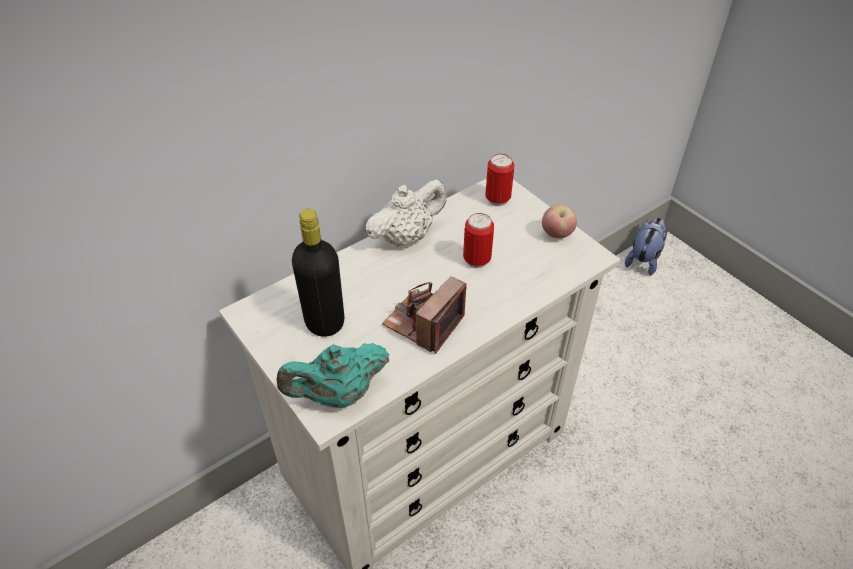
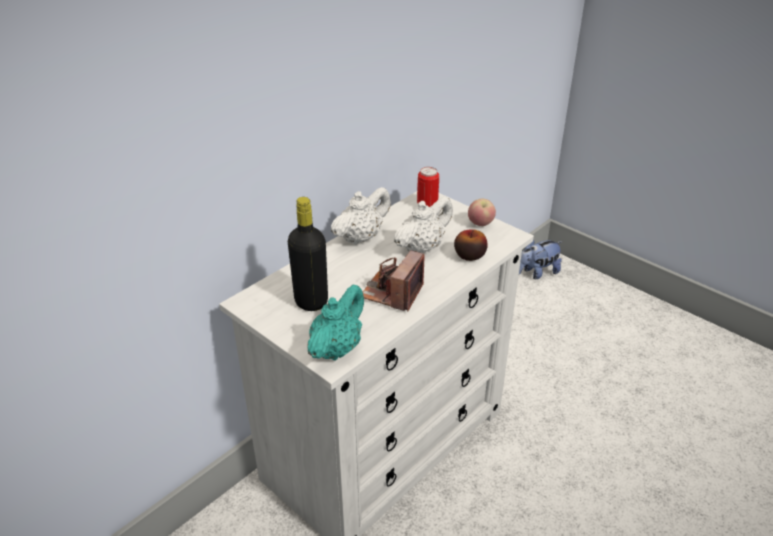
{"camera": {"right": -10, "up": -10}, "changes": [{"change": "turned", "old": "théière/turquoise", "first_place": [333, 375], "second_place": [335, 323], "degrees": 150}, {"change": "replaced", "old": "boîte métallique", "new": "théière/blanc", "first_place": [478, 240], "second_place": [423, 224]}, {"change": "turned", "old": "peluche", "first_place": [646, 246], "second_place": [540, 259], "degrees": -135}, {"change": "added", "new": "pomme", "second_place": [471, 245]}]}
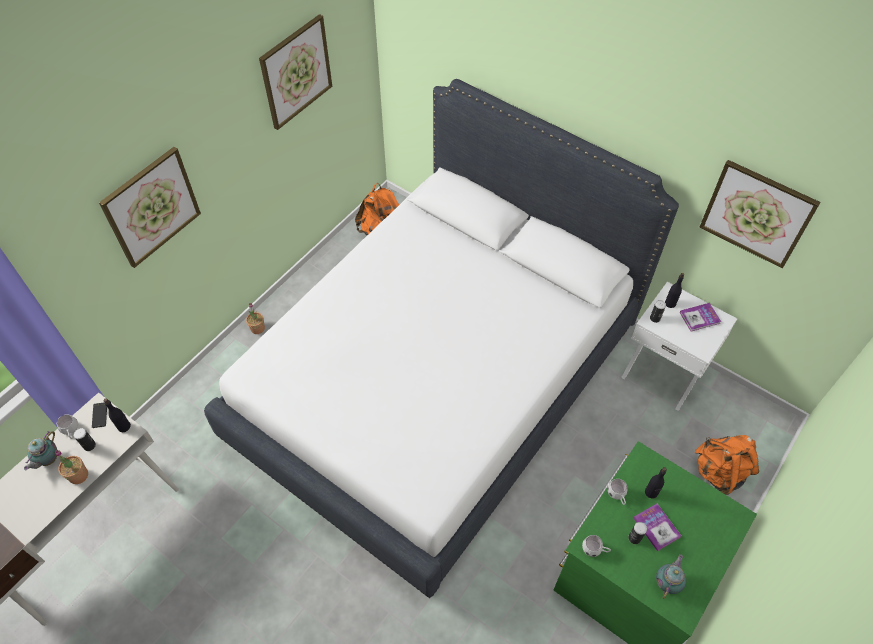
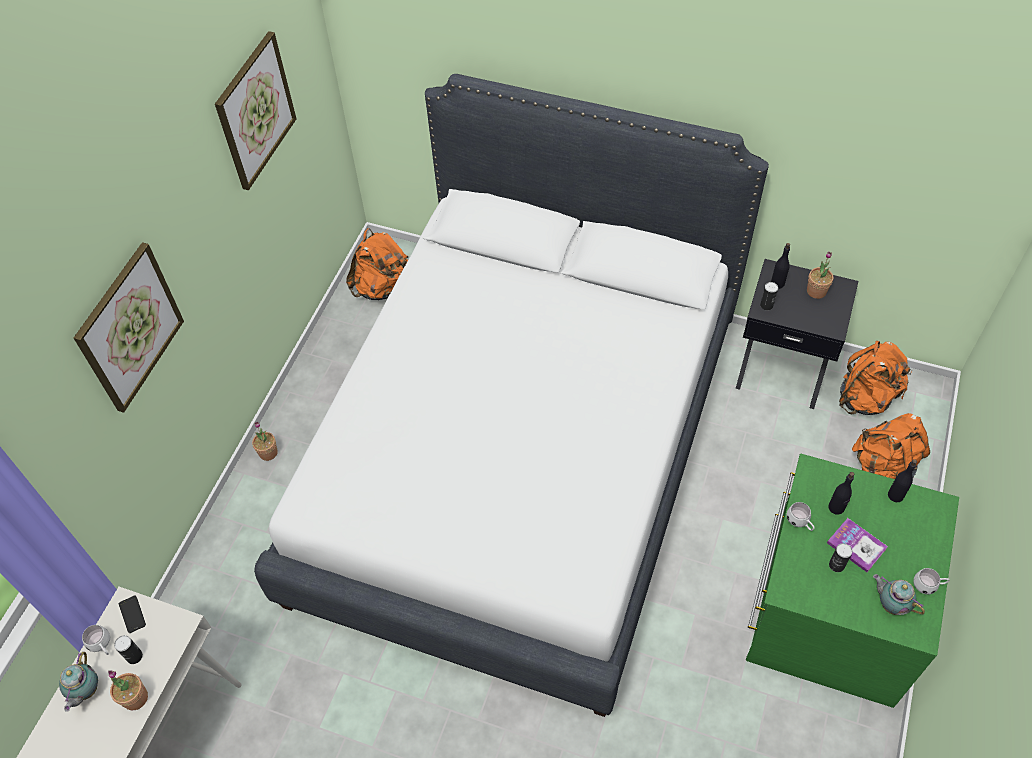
{"camera": {"right": -15, "up": 0}, "changes": [{"change": "moved", "old": "bouteille/noir", "first_place": [117, 415], "second_place": [902, 480]}, {"change": "moved", "old": "mug/blanc", "first_place": [596, 546], "second_place": [931, 581]}, {"change": "recoloured", "old": "table de chevet/blanc", "new": "table de chevet/noir", "first_place": [679, 346], "second_place": [797, 334]}, {"change": "turned", "old": "théière", "first_place": [671, 576], "second_place": [899, 594], "degrees": -60}, {"change": "replaced", "old": "livre", "new": "plante en pot", "first_place": [700, 317], "second_place": [820, 275]}, {"change": "removed", "old": "tableau", "first_place": [760, 214]}, {"change": "added", "new": "sac à dos/orange", "second_place": [876, 378]}]}
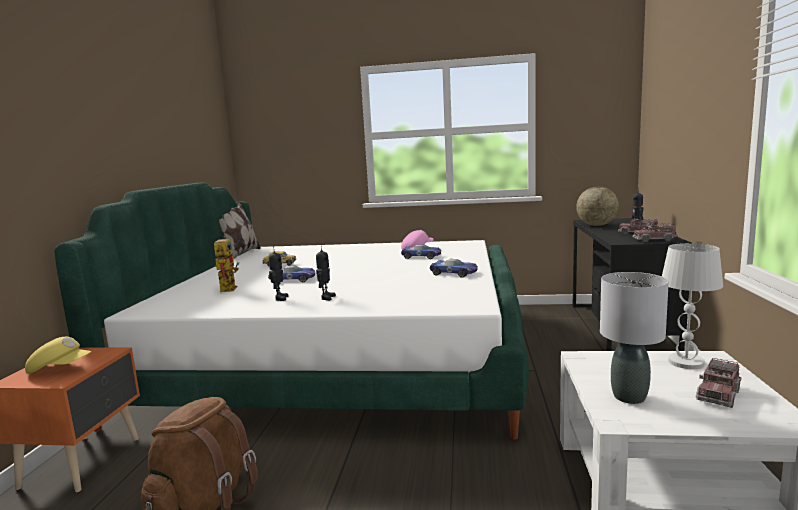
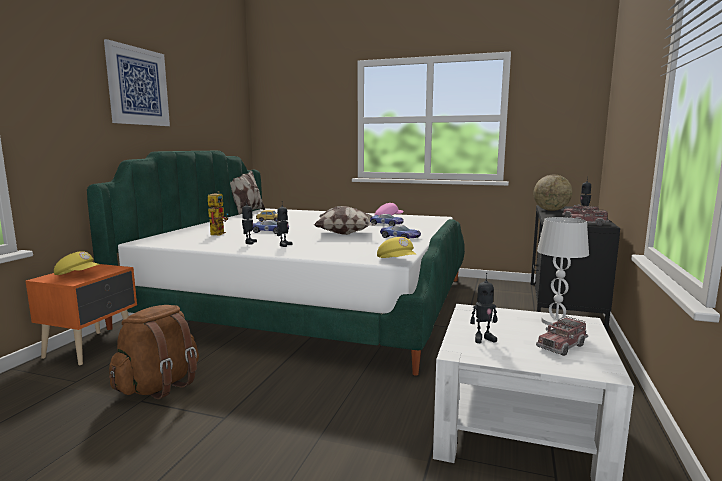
{"camera": {"right": 10, "up": 0}, "changes": [{"change": "replaced", "old": "lampe de table/gris", "new": "robot jouet", "first_place": [634, 338], "second_place": [483, 308]}, {"change": "added", "new": "tableau", "second_place": [137, 82]}, {"change": "added", "new": "coussin", "second_place": [345, 220]}, {"change": "added", "new": "casquette/jaune", "second_place": [397, 247]}]}
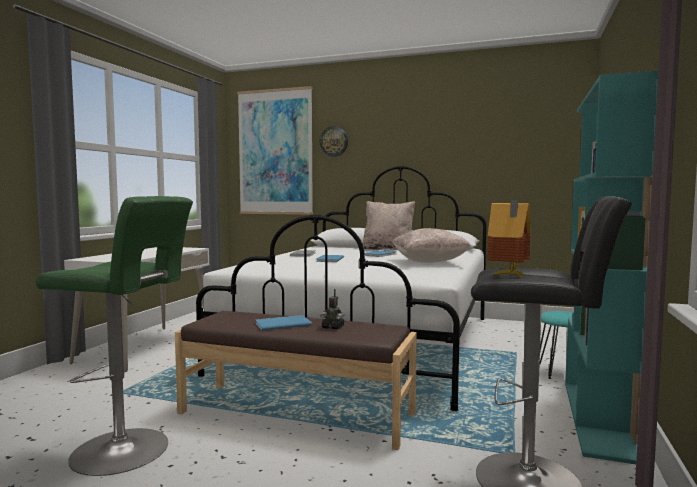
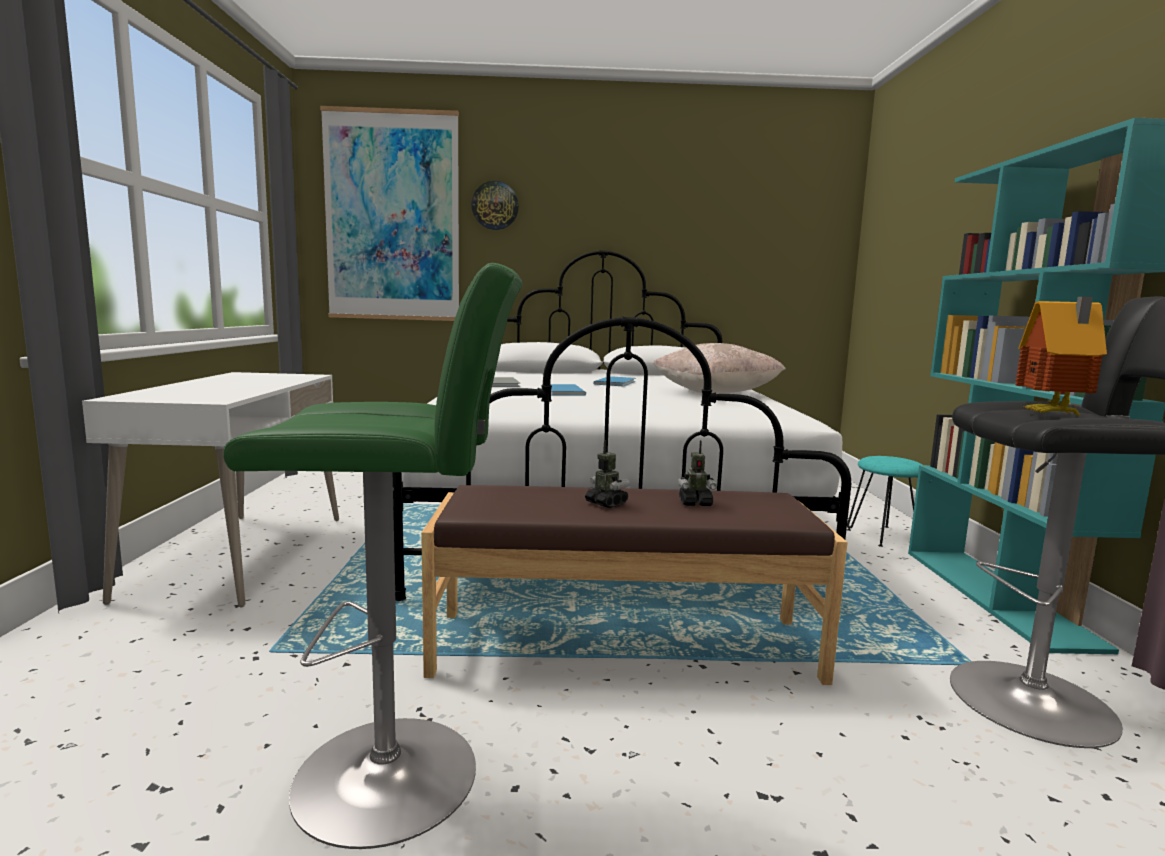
{"camera": {"right": -20, "up": 5}, "changes": [{"change": "replaced", "old": "livre/bleu", "new": "robot jouet", "first_place": [283, 323], "second_place": [607, 474]}, {"change": "removed", "old": "coussin/beige", "first_place": [388, 225]}]}
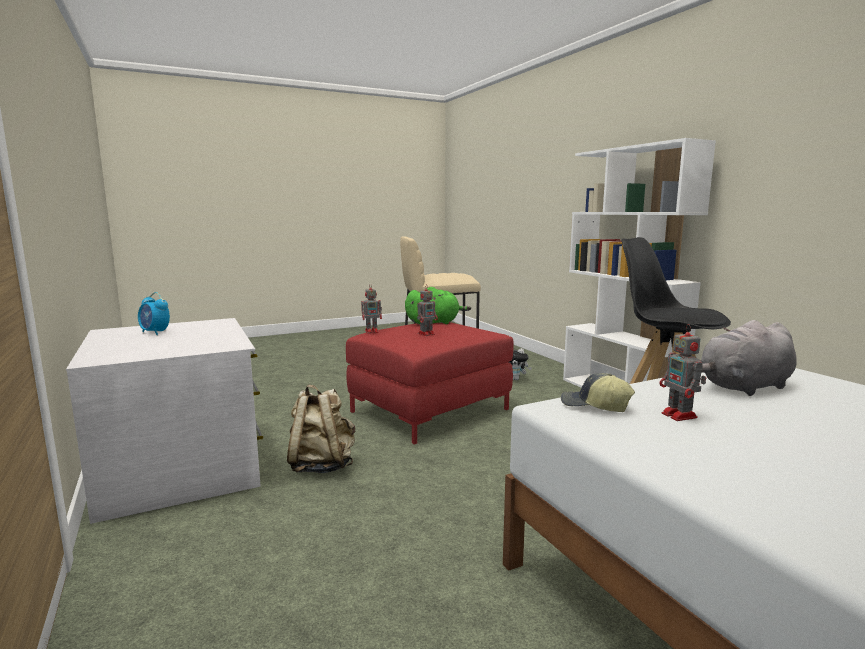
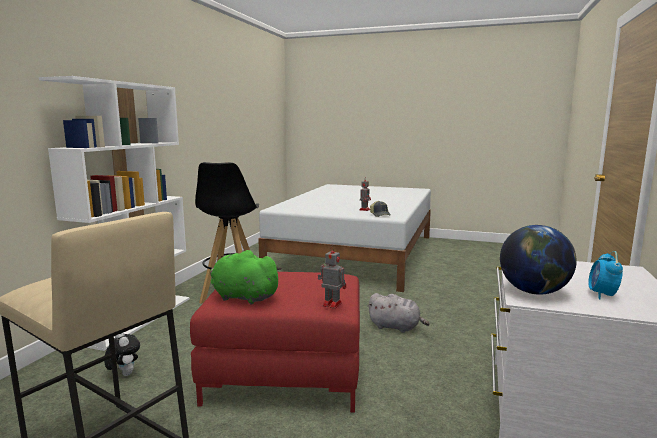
{"camera": {"right": -135, "up": 0}, "changes": [{"change": "turned", "old": "réveil", "first_place": [154, 313], "second_place": [605, 275], "degrees": -150}, {"change": "removed", "old": "sac à dos/beige", "first_place": [321, 428]}, {"change": "removed", "old": "robot jouet", "first_place": [427, 310]}, {"change": "moved", "old": "peluche/gris", "first_place": [749, 358], "second_place": [399, 313]}, {"change": "added", "new": "globe", "second_place": [538, 260]}]}
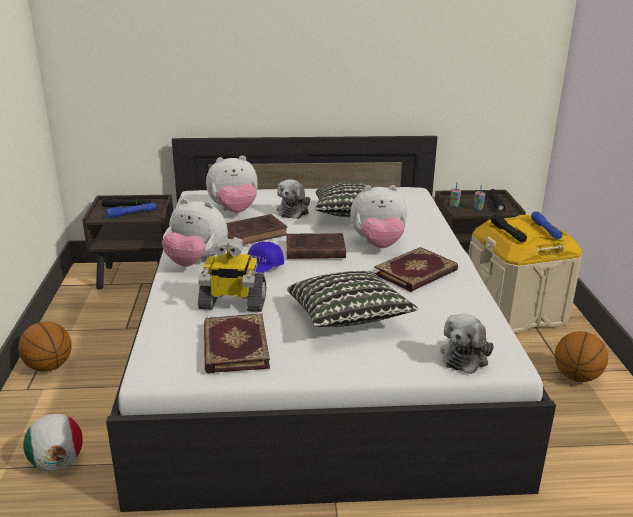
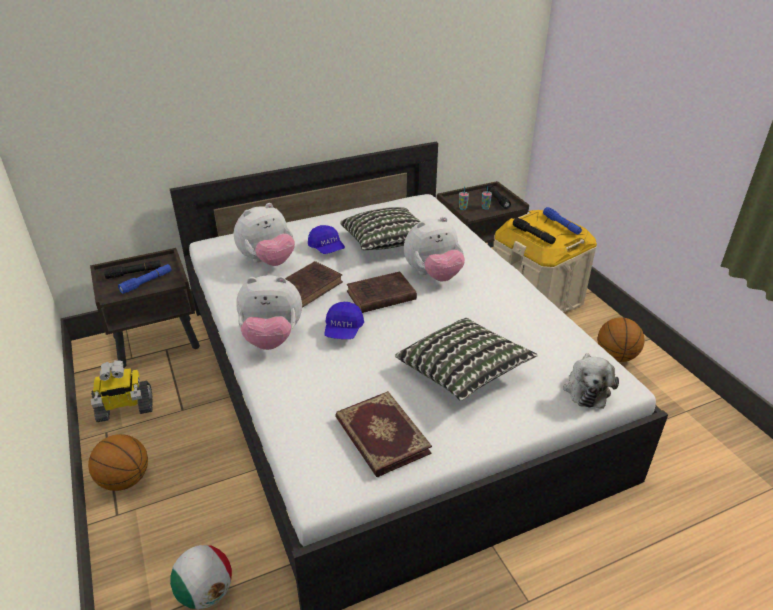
{"camera": {"right": -20, "up": 10}, "changes": [{"change": "moved", "old": "robot jouet", "first_place": [232, 274], "second_place": [121, 391]}, {"change": "replaced", "old": "peluche", "new": "casquette/bleu", "first_place": [293, 199], "second_place": [326, 239]}, {"change": "removed", "old": "livre", "first_place": [416, 269]}]}
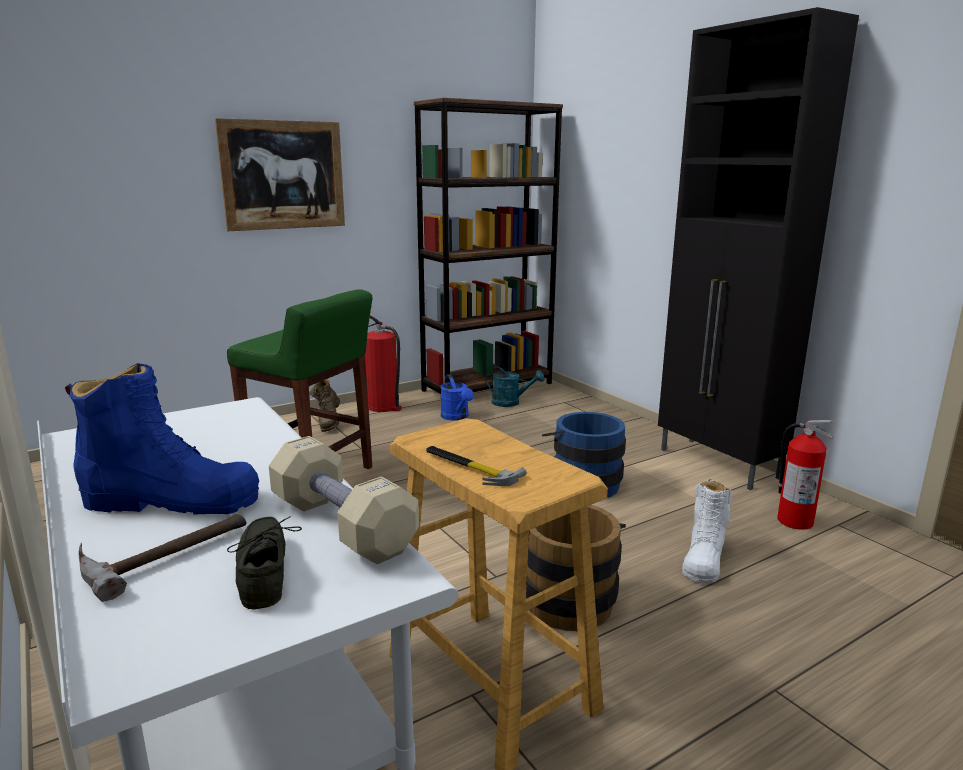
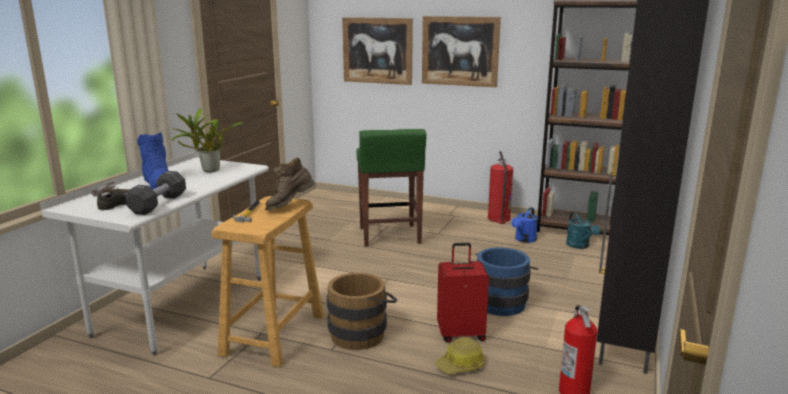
{"camera": {"right": 55, "up": 0}, "changes": [{"change": "recoloured", "old": "haltère/beige", "new": "haltère/noir", "first_place": [344, 500], "second_place": [155, 193]}, {"change": "moved", "old": "botte/marron", "first_place": [324, 405], "second_place": [290, 183]}, {"change": "replaced", "old": "botte/blanc", "new": "casque de chantier", "first_place": [707, 532], "second_place": [460, 355]}, {"change": "added", "new": "plante en pot", "second_place": [207, 140]}, {"change": "added", "new": "tableau", "second_place": [377, 51]}, {"change": "added", "new": "valise/rouge", "second_place": [463, 293]}]}
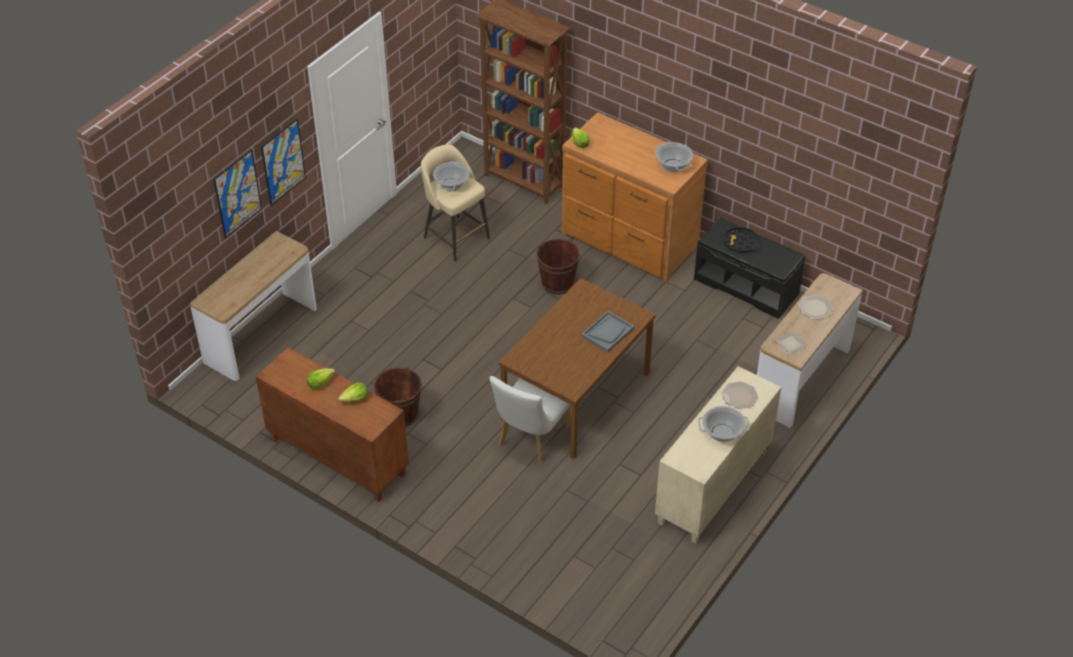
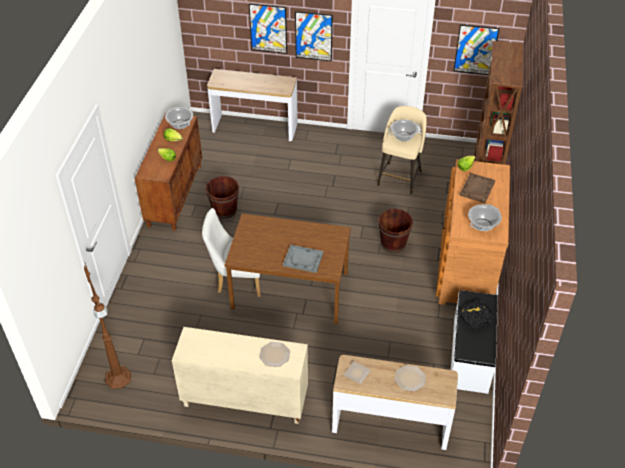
{"camera": {"right": 65, "up": 0}, "changes": [{"change": "recoloured", "old": "banc/noir", "new": "banc/blanc", "first_place": [750, 268], "second_place": [474, 342]}, {"change": "moved", "old": "marmite", "first_place": [724, 424], "second_place": [179, 118]}, {"change": "added", "new": "lampadaire/marron", "second_place": [107, 326]}, {"change": "added", "new": "tableau", "second_place": [476, 49]}, {"change": "added", "new": "plateau/marron", "second_place": [477, 188]}]}
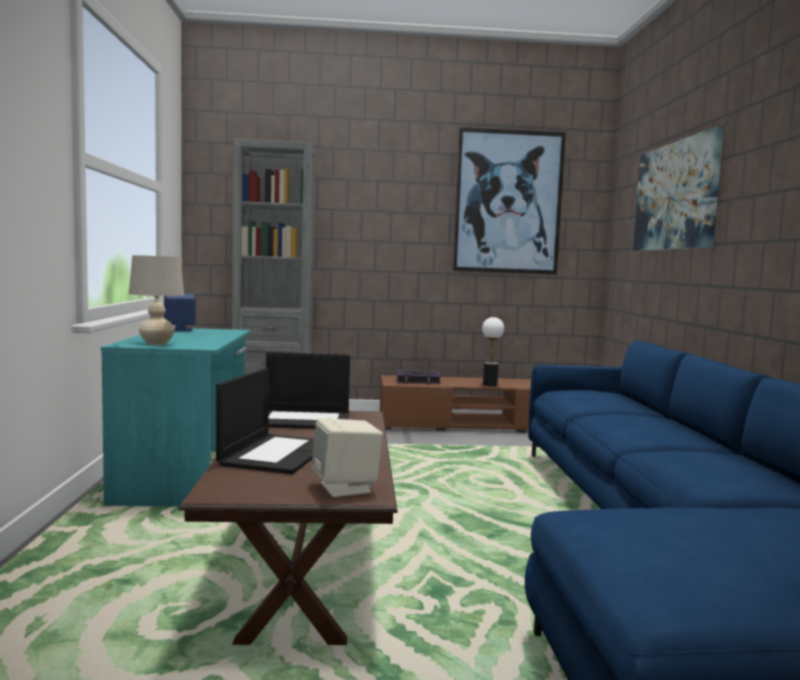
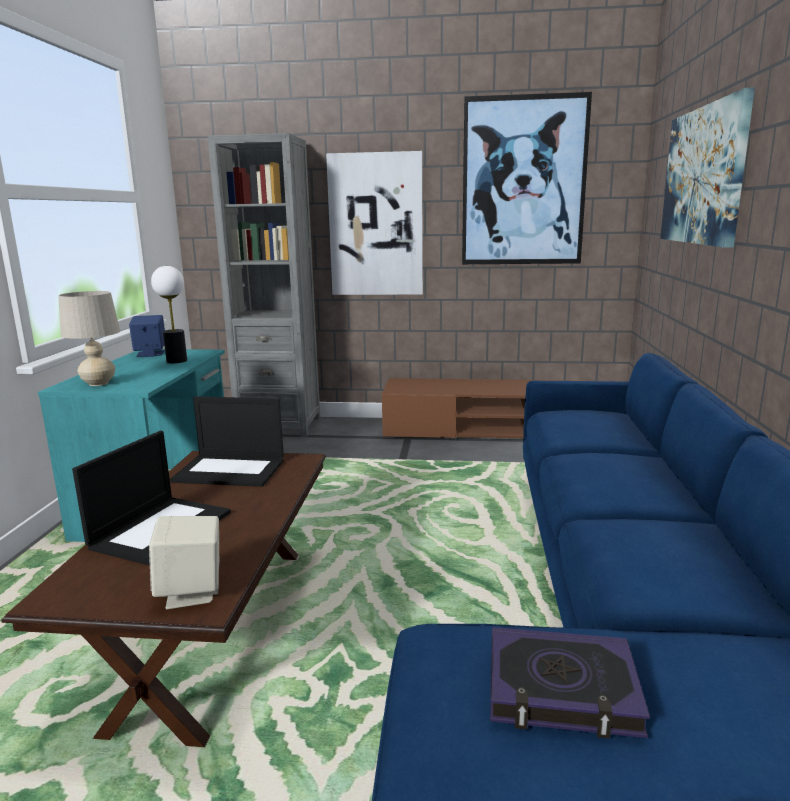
{"camera": {"right": 10, "up": 10}, "changes": [{"change": "moved", "old": "livre", "first_place": [419, 377], "second_place": [570, 683]}, {"change": "moved", "old": "lampe de table", "first_place": [493, 352], "second_place": [169, 314]}, {"change": "added", "new": "tableau", "second_place": [374, 223]}]}
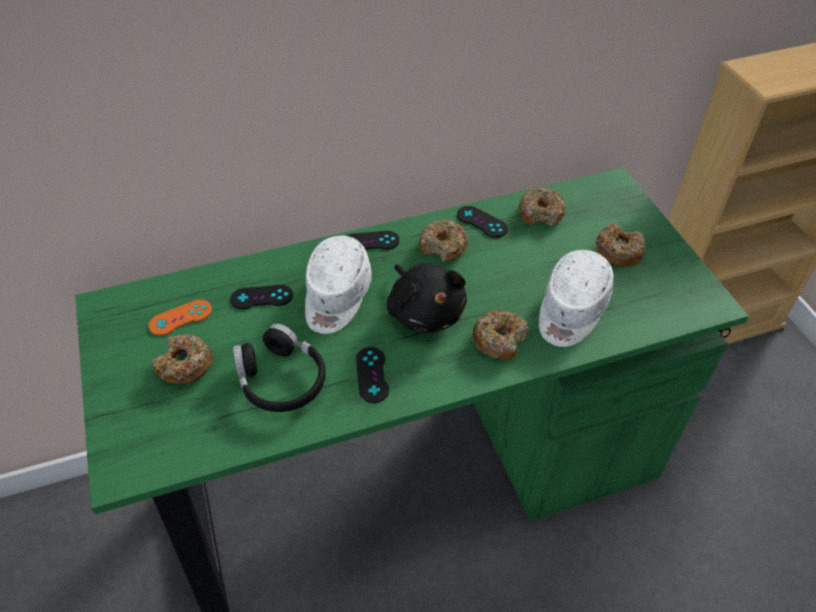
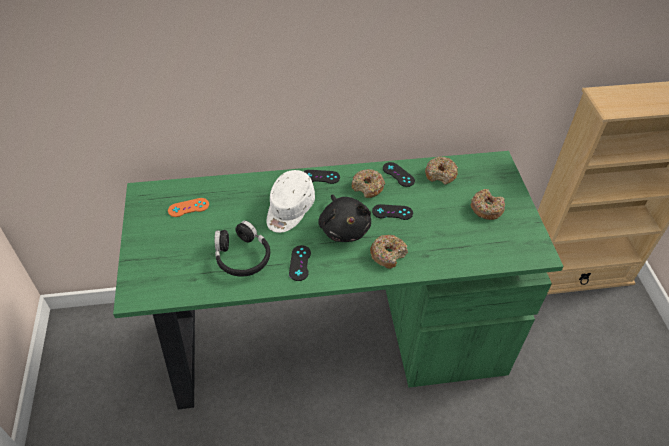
{"camera": {"right": 10, "up": 0}, "changes": [{"change": "removed", "old": "beignet", "first_place": [182, 359]}, {"change": "moved", "old": "manette/noir", "first_place": [261, 297], "second_place": [392, 212]}, {"change": "removed", "old": "casquette/blanc", "first_place": [576, 298]}]}
